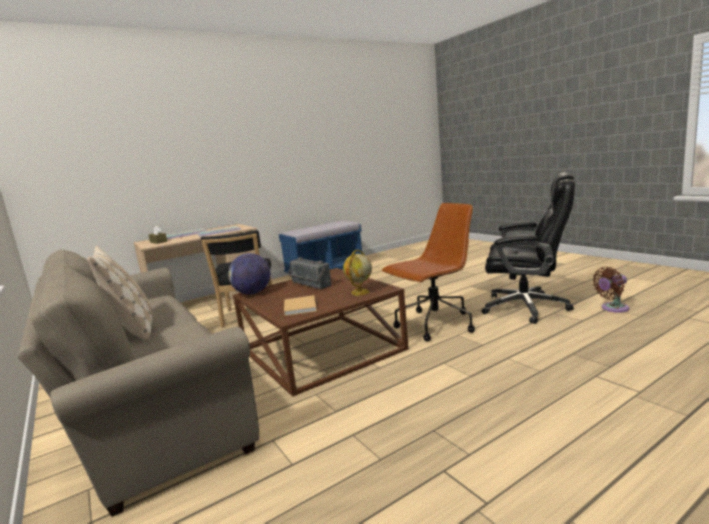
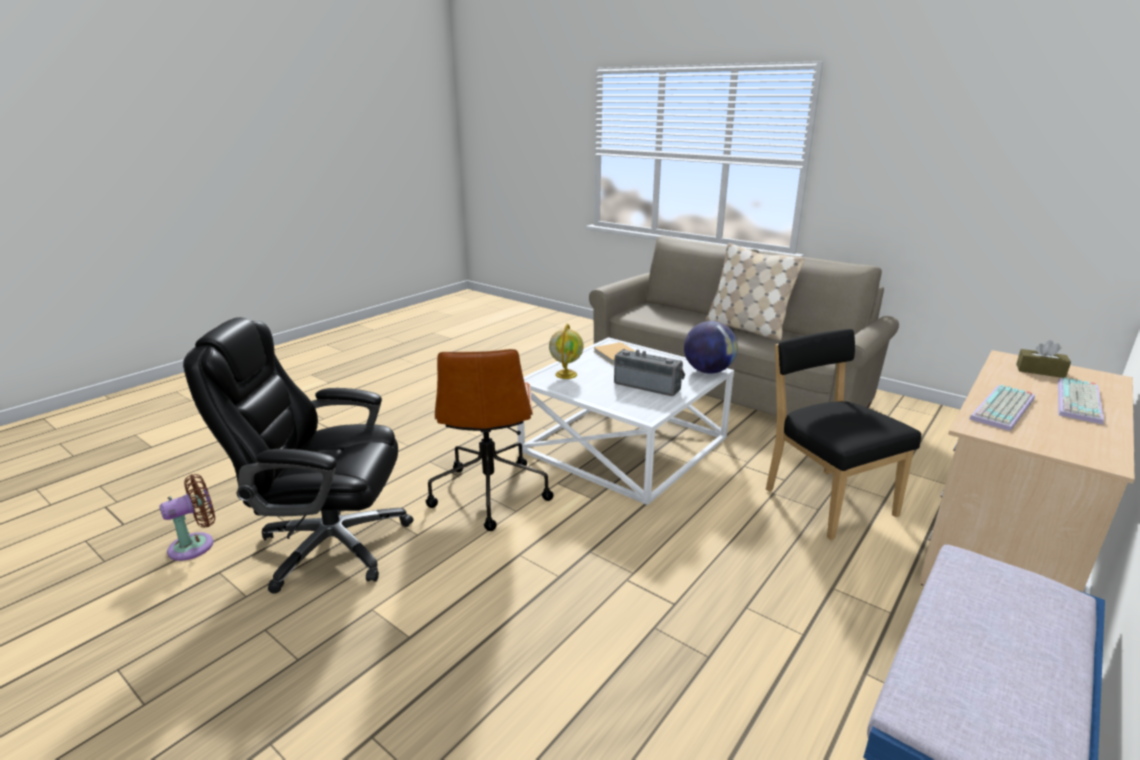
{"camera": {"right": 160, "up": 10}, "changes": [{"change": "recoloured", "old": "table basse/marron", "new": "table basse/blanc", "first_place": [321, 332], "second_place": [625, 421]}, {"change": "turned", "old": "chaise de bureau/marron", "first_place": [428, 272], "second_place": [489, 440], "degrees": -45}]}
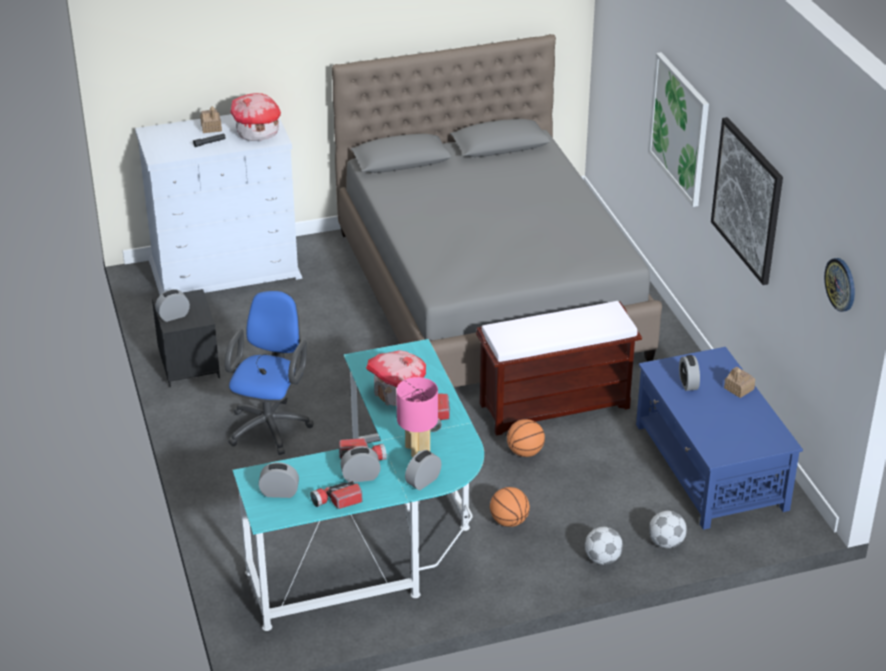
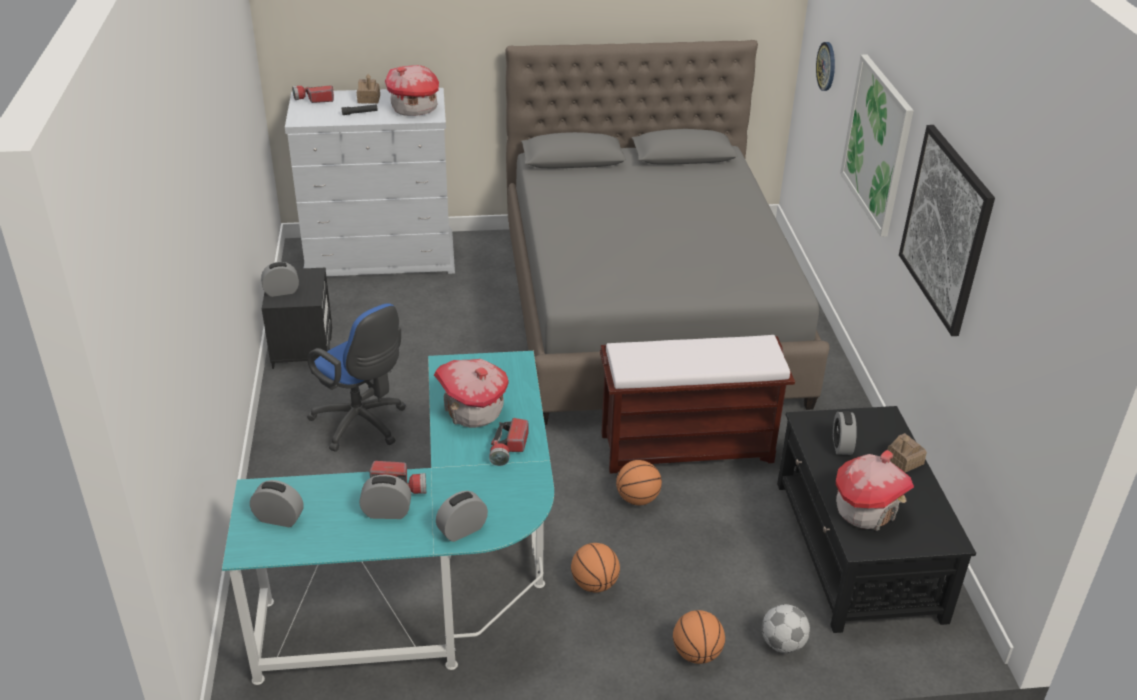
{"camera": {"right": 10, "up": 0}, "changes": [{"change": "turned", "old": "chaise de bureau/bleu", "first_place": [269, 373], "second_place": [356, 377], "degrees": 105}, {"change": "moved", "old": "lampe de poche", "first_place": [336, 495], "second_place": [313, 94]}, {"change": "removed", "old": "lampe de table/rose", "first_place": [417, 417]}, {"change": "replaced", "old": "ballon de foot", "new": "ballon de basket", "first_place": [604, 546], "second_place": [699, 637]}, {"change": "recoloured", "old": "table basse/bleu", "new": "table basse/noir", "first_place": [719, 438], "second_place": [876, 519]}, {"change": "moved", "old": "horloge murale", "first_place": [839, 285], "second_place": [825, 66]}, {"change": "added", "new": "maison miniature", "second_place": [875, 490]}]}
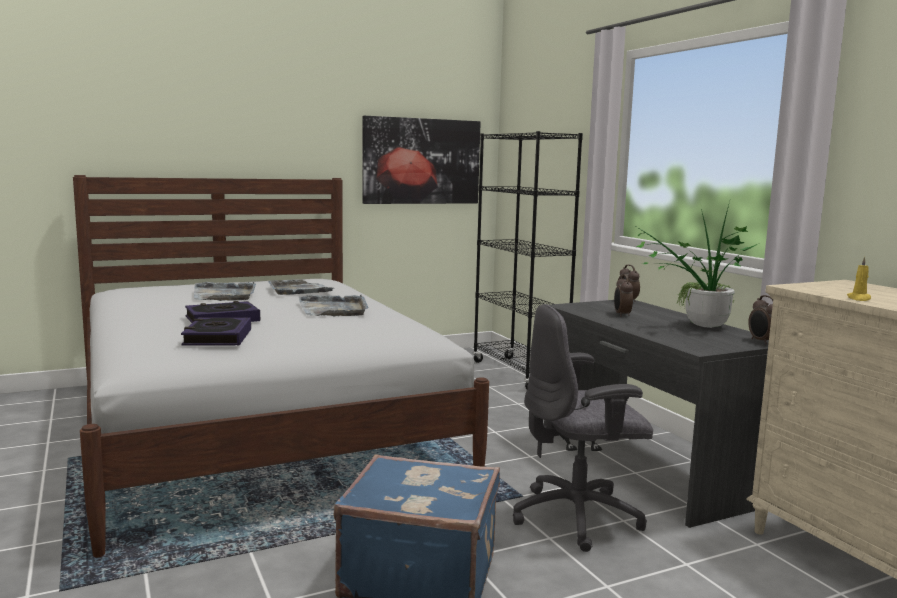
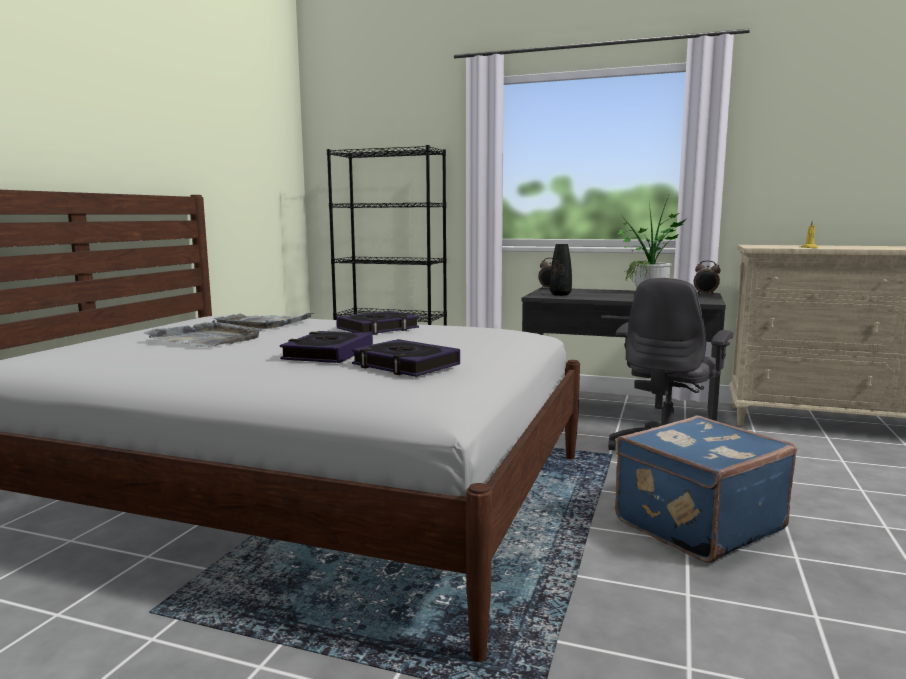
{"camera": {"right": -45, "up": 0}, "changes": [{"change": "replaced", "old": "plateau/gris", "new": "livre", "first_place": [334, 305], "second_place": [377, 323]}, {"change": "removed", "old": "tableau", "first_place": [421, 160]}, {"change": "removed", "old": "réveil", "first_place": [623, 296]}, {"change": "added", "new": "vase/noir", "second_place": [561, 270]}]}
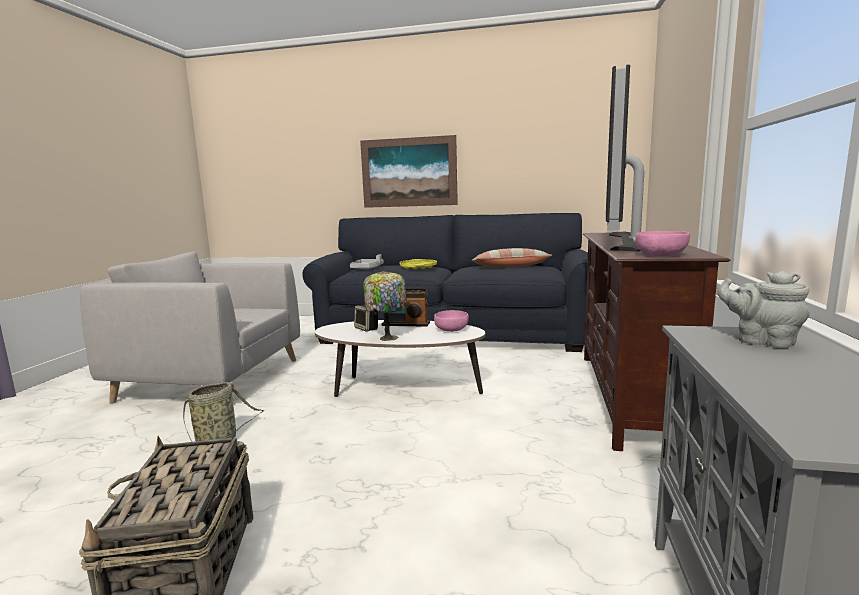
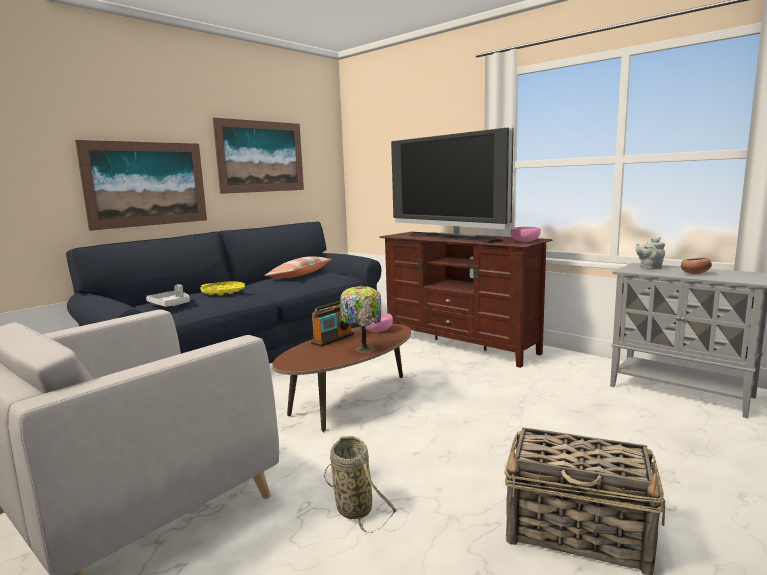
{"camera": {"right": -60, "up": 0}, "changes": [{"change": "recoloured", "old": "table basse/blanc", "new": "table basse/marron", "first_place": [400, 358], "second_place": [342, 378]}, {"change": "removed", "old": "enceinte", "first_place": [366, 318]}, {"change": "added", "new": "tableau", "second_place": [258, 156]}, {"change": "added", "new": "bol", "second_place": [696, 266]}]}
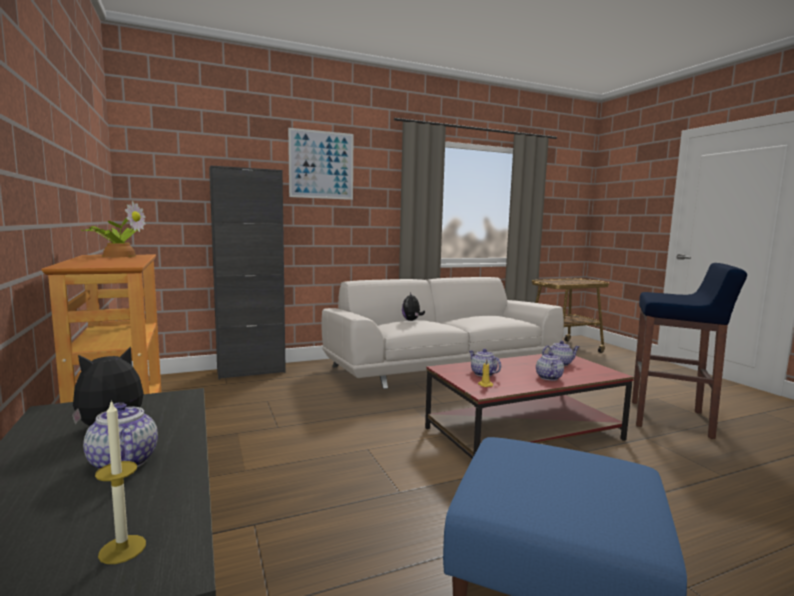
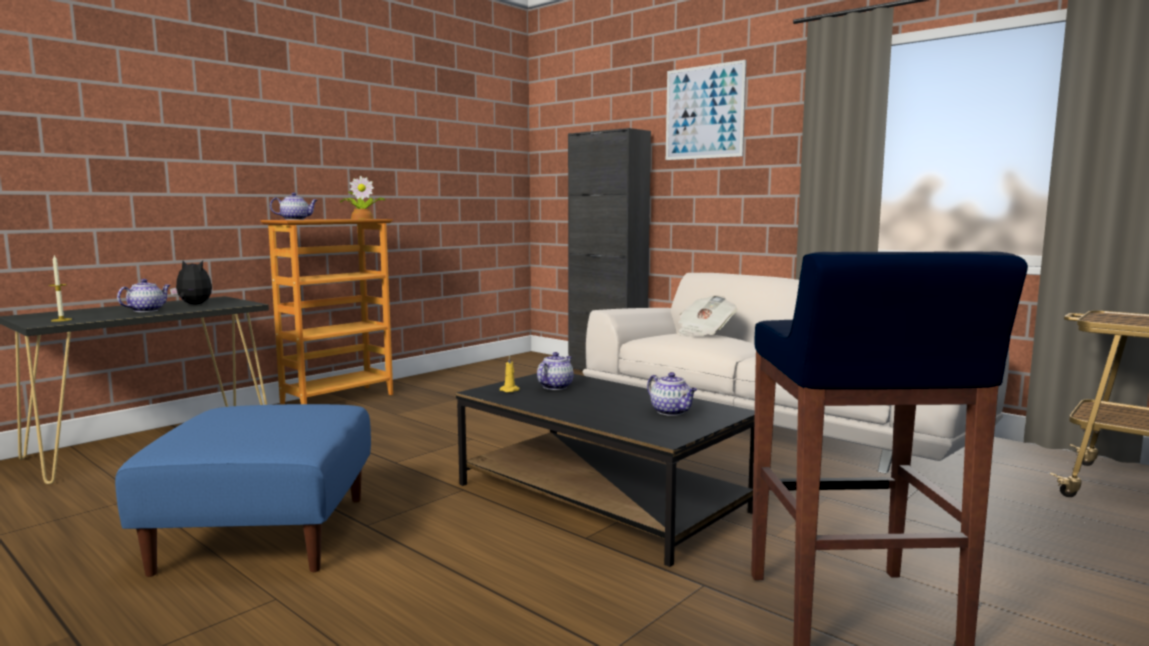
{"camera": {"right": 65, "up": 0}, "changes": [{"change": "replaced", "old": "peluche", "new": "journal", "first_place": [413, 307], "second_place": [707, 316]}, {"change": "recoloured", "old": "table basse/rouge", "new": "table basse/noir", "first_place": [529, 406], "second_place": [605, 470]}, {"change": "moved", "old": "théière", "first_place": [550, 366], "second_place": [293, 206]}]}
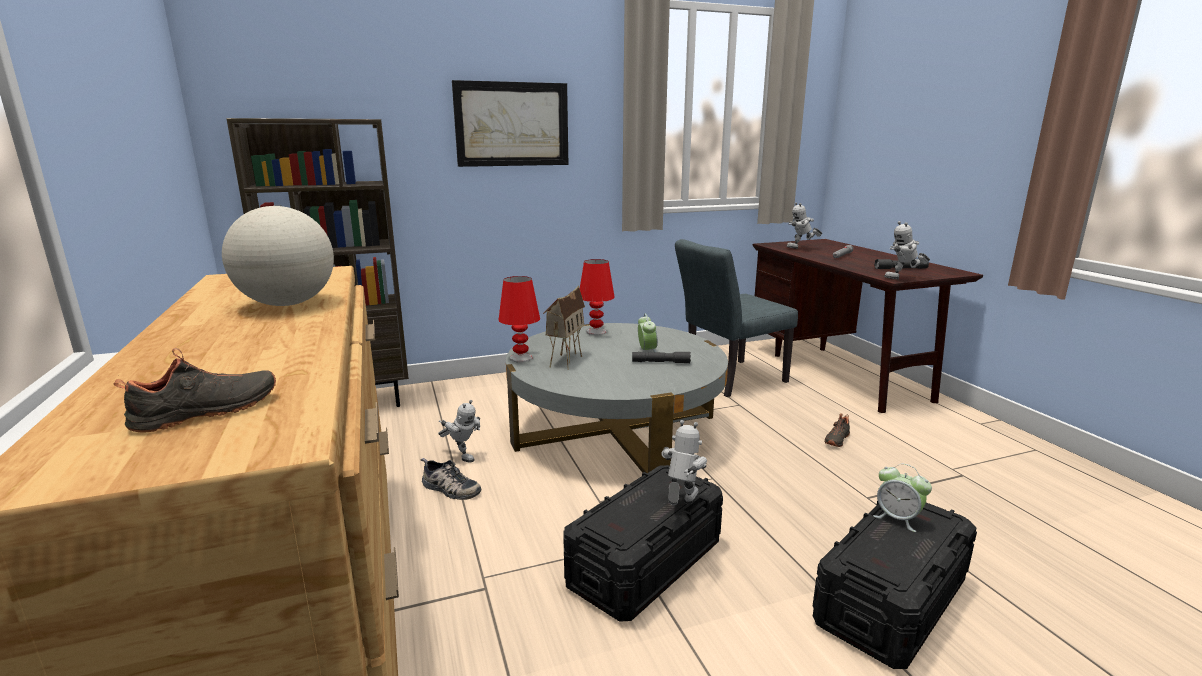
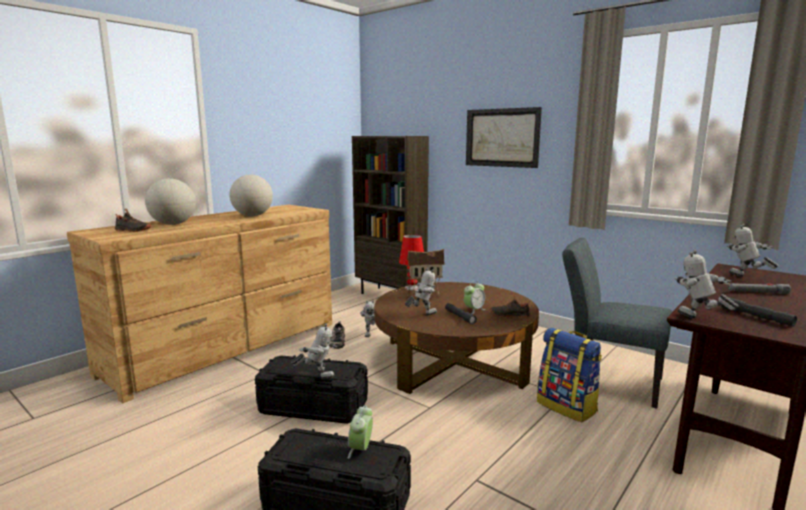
{"camera": {"right": 60, "up": -5}, "changes": [{"change": "recoloured", "old": "table basse/gris", "new": "table basse/marron", "first_place": [617, 398], "second_place": [456, 338]}, {"change": "removed", "old": "lampe de table/rouge", "first_place": [597, 297]}, {"change": "moved", "old": "chaussure/noir", "first_place": [837, 430], "second_place": [510, 308]}, {"change": "added", "new": "globe", "second_place": [170, 202]}, {"change": "added", "new": "robot jouet", "second_place": [421, 291]}, {"change": "added", "new": "sac à dos", "second_place": [569, 375]}]}
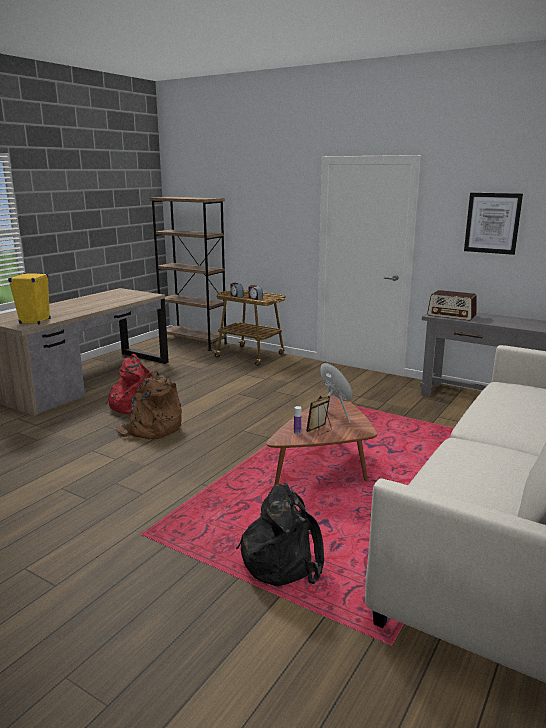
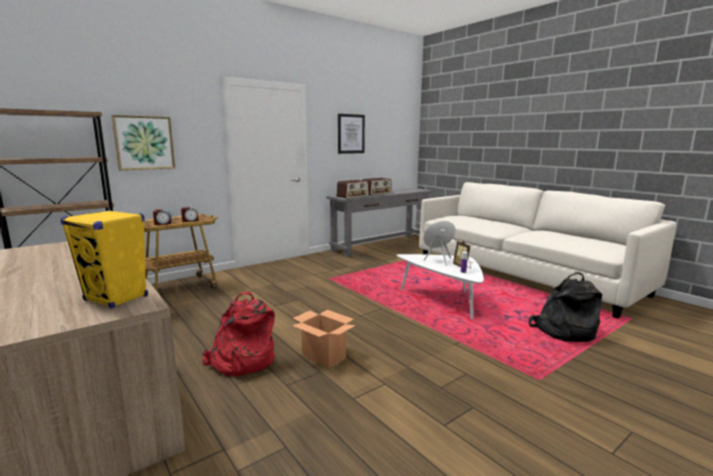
{"camera": {"right": -70, "up": -5}, "changes": [{"change": "replaced", "old": "sac à dos/marron", "new": "carton", "first_place": [149, 405], "second_place": [324, 339]}, {"change": "recoloured", "old": "table basse/marron", "new": "table basse/blanc", "first_place": [321, 440], "second_place": [440, 286]}, {"change": "added", "new": "tableau", "second_place": [143, 142]}, {"change": "added", "new": "radio", "second_place": [377, 186]}]}
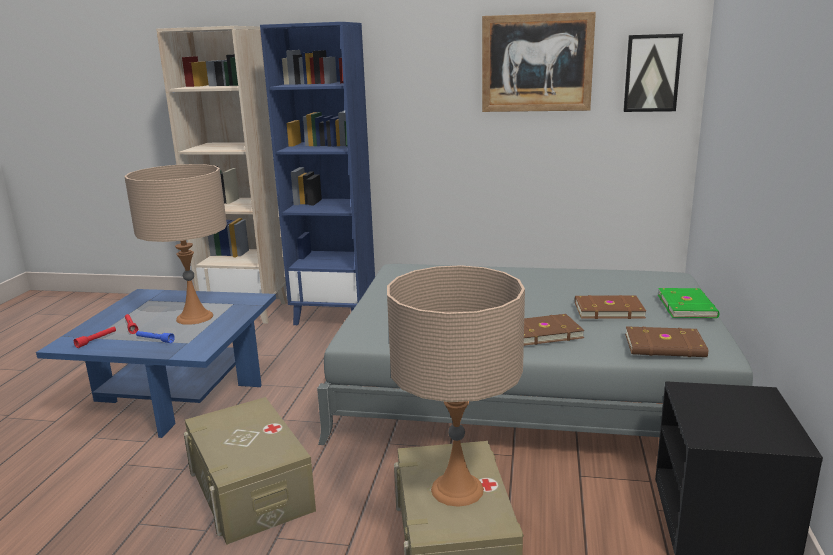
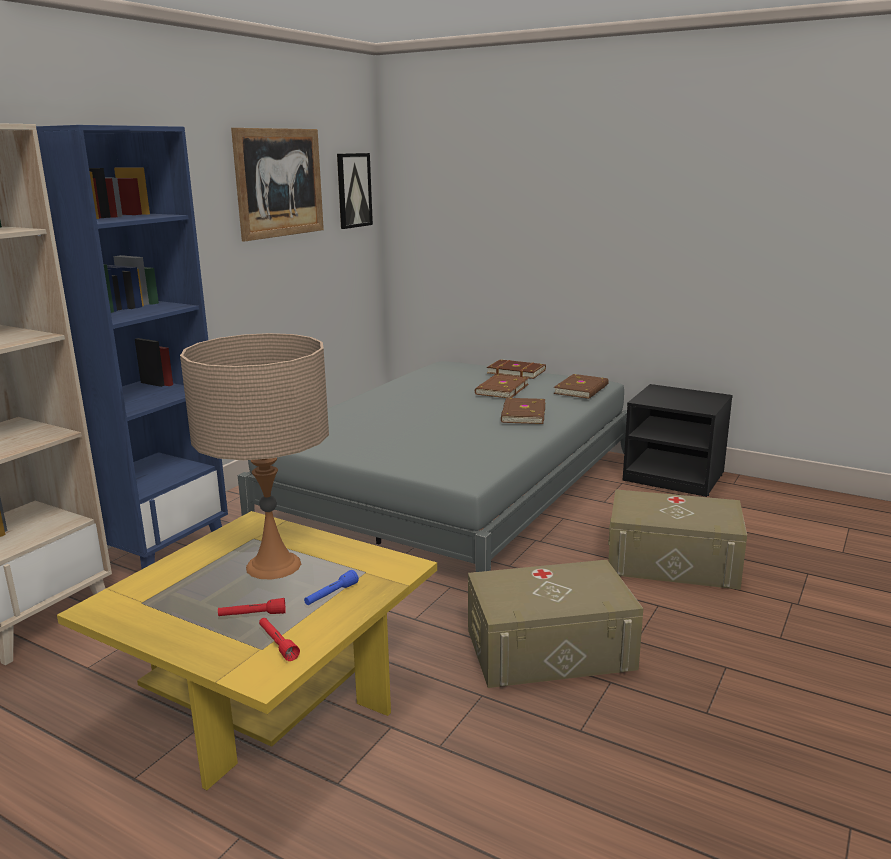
{"camera": {"right": -70, "up": 0}, "changes": [{"change": "recoloured", "old": "table basse/bleu", "new": "table basse/jaune", "first_place": [156, 363], "second_place": [247, 650]}, {"change": "removed", "old": "lampe de table/beige", "first_place": [456, 386]}, {"change": "recoloured", "old": "livre/vert", "new": "livre/marron", "first_place": [688, 303], "second_place": [516, 369]}]}
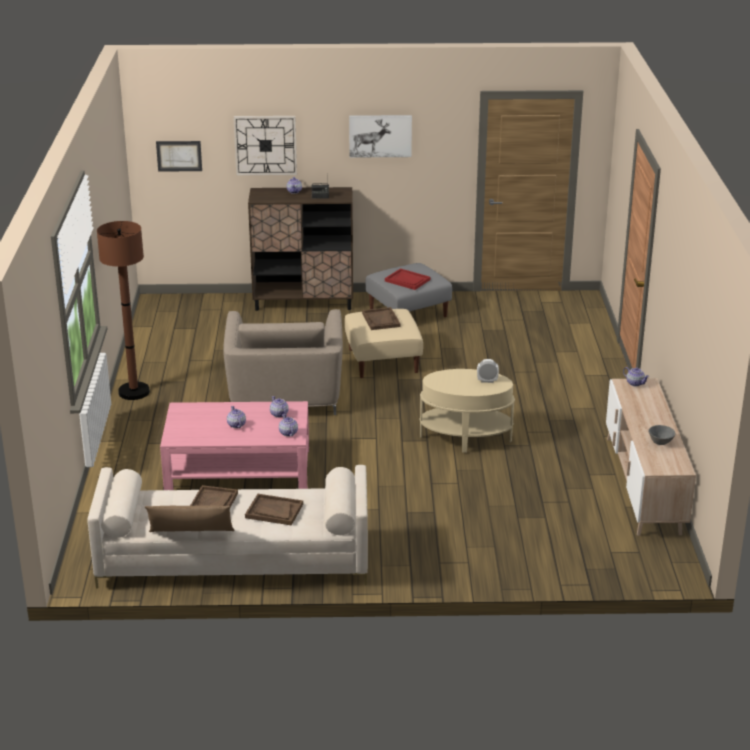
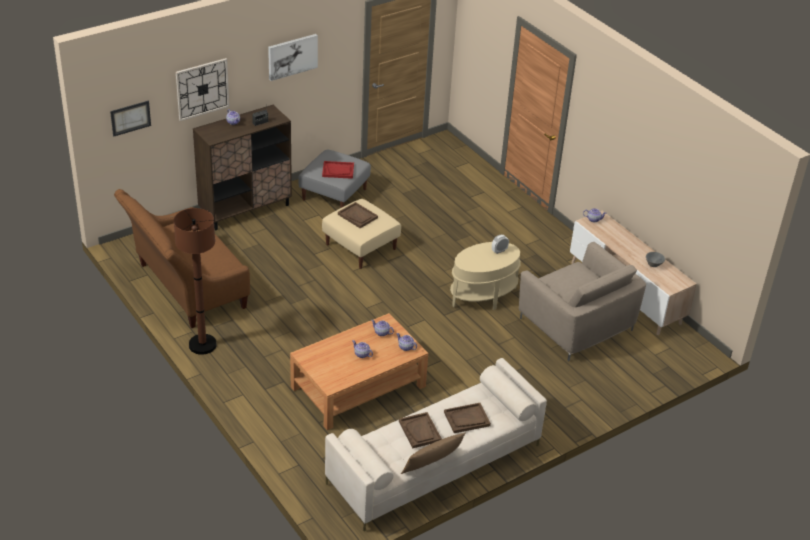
{"camera": {"right": -35, "up": 10}, "changes": [{"change": "recoloured", "old": "table basse/rose", "new": "table basse/marron", "first_place": [234, 445], "second_place": [359, 371]}, {"change": "moved", "old": "fauteuil/beige", "first_place": [283, 362], "second_place": [582, 301]}, {"change": "added", "new": "canapé/marron", "second_place": [182, 258]}]}
